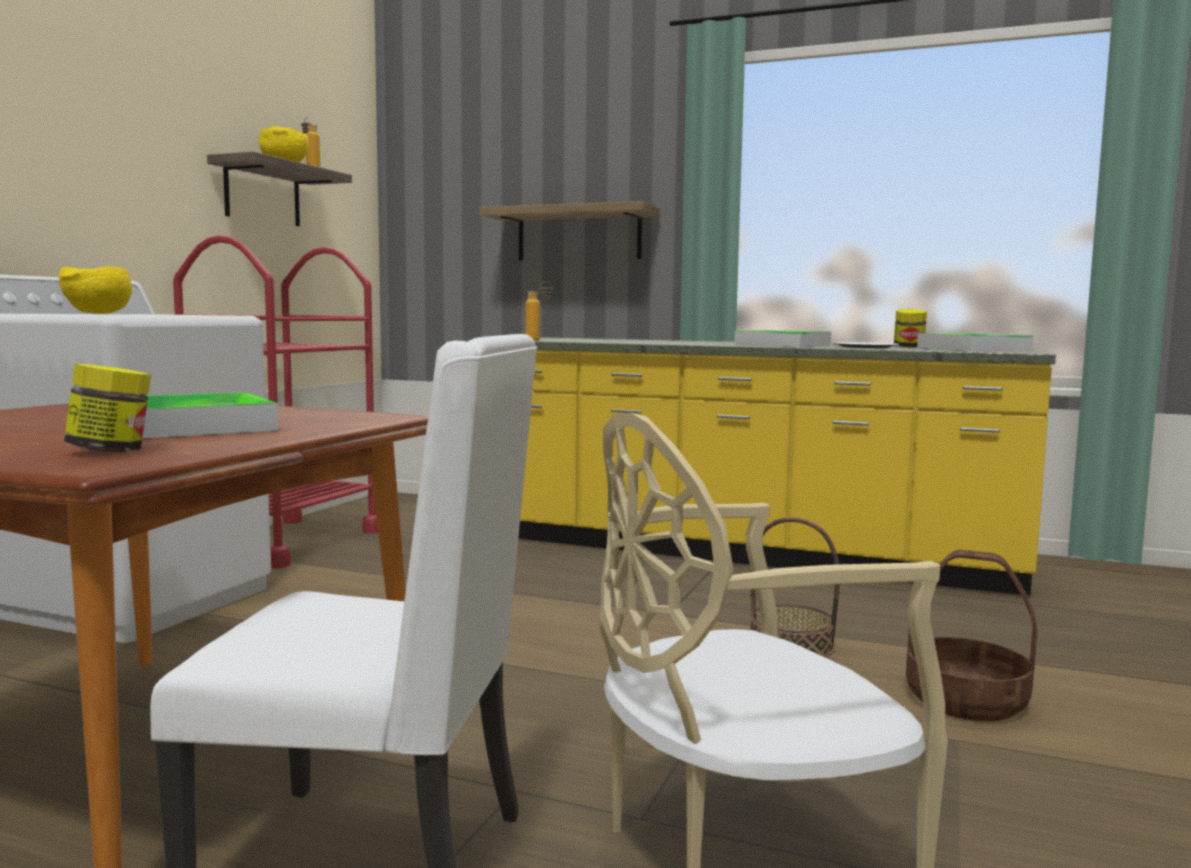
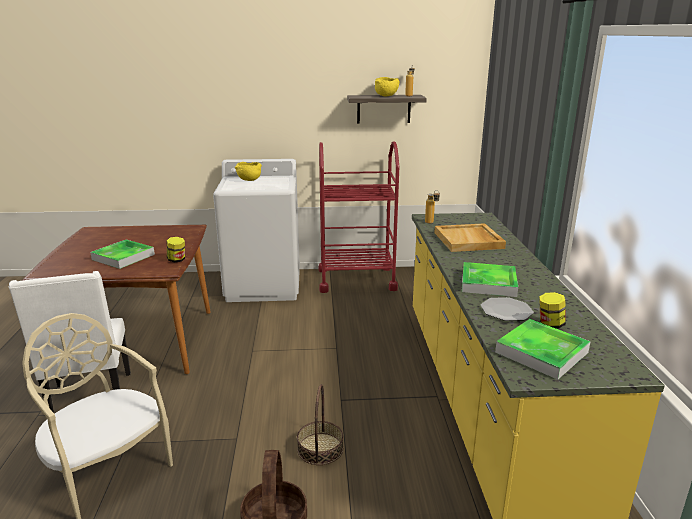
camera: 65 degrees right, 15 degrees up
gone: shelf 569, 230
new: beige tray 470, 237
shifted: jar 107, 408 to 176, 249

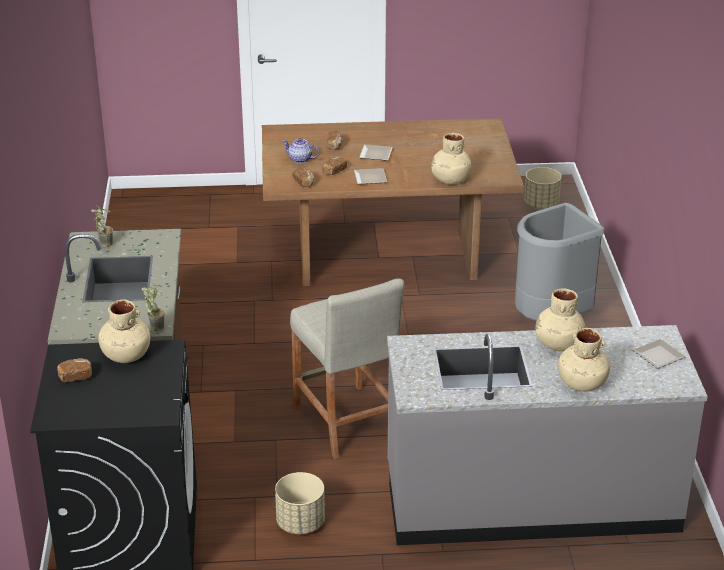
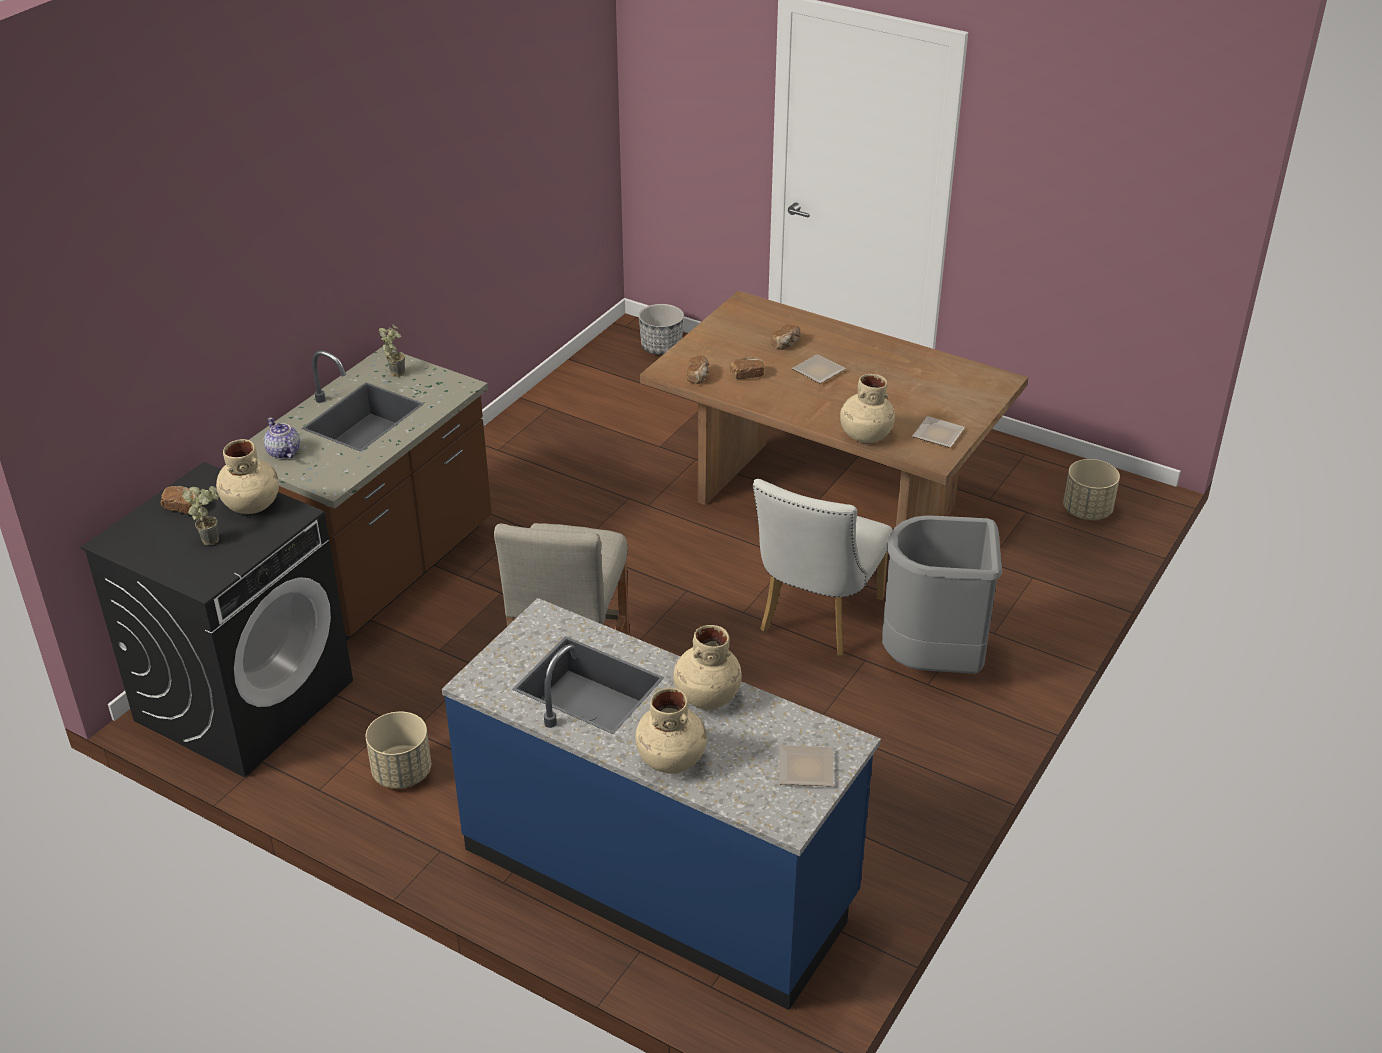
camera: 35 degrees right, 5 degrees up
new: planter 661, 329; white chair 823, 567
shifted: teapot 300, 150 to 282, 438; plate 370, 176 to 938, 432; potted plant 153, 307 to 200, 515
repainted: grey counter 547, 435 to blue counter 661, 804

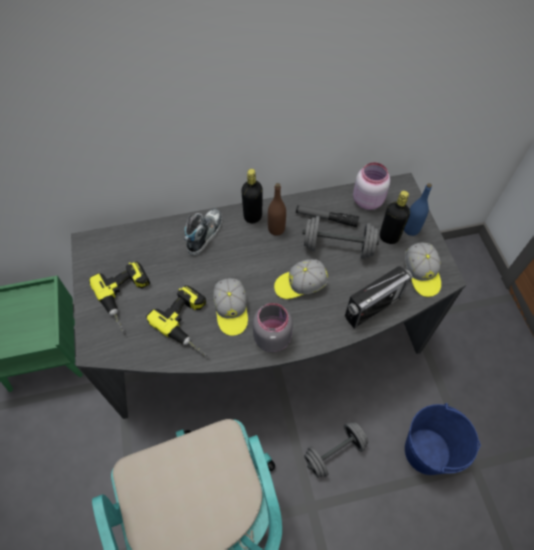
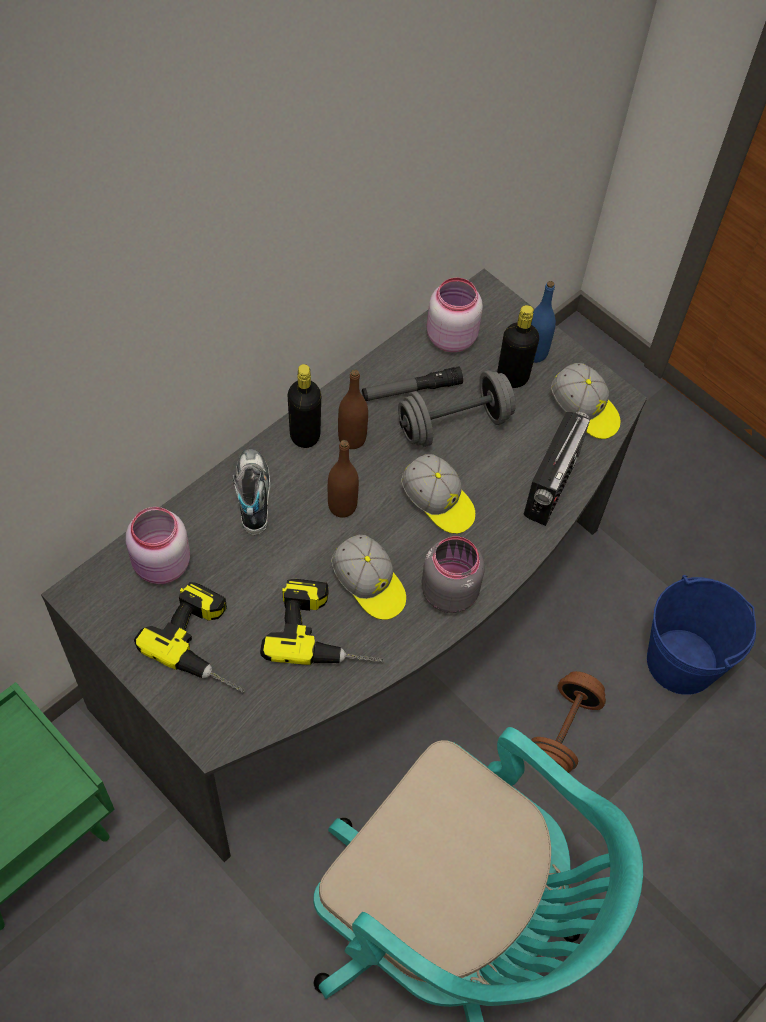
camera: 35 degrees left, 0 degrees up
new: brown bottle 343, 479; pink jar 158, 545
repainted: grey dumbbell 336, 449 to brown dumbbell 568, 722
rotated: cap 301, 279 = 438, 494 90 degrees counterclockwise

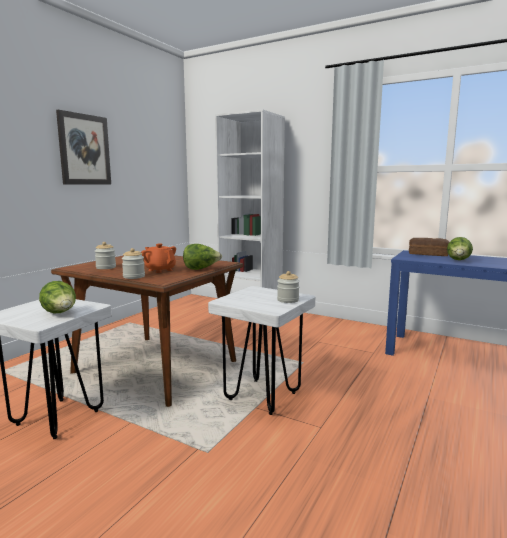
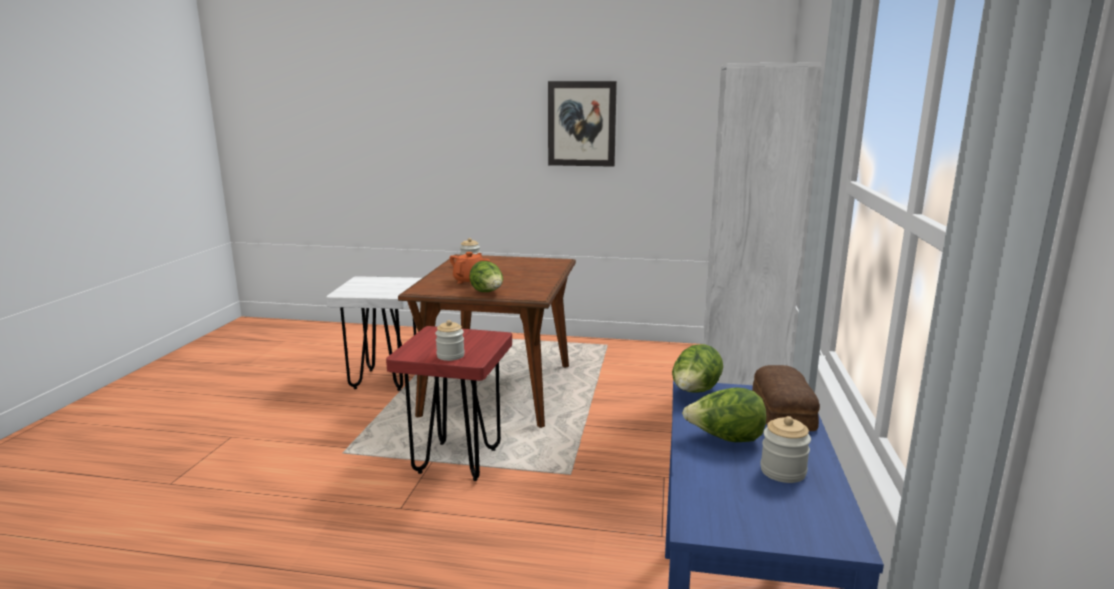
camera: 70 degrees right, 5 degrees up
shifted: jar 133, 263 to 785, 449; lettuce 57, 297 to 697, 368
repainted: white stool 261, 350 to red stool 449, 403

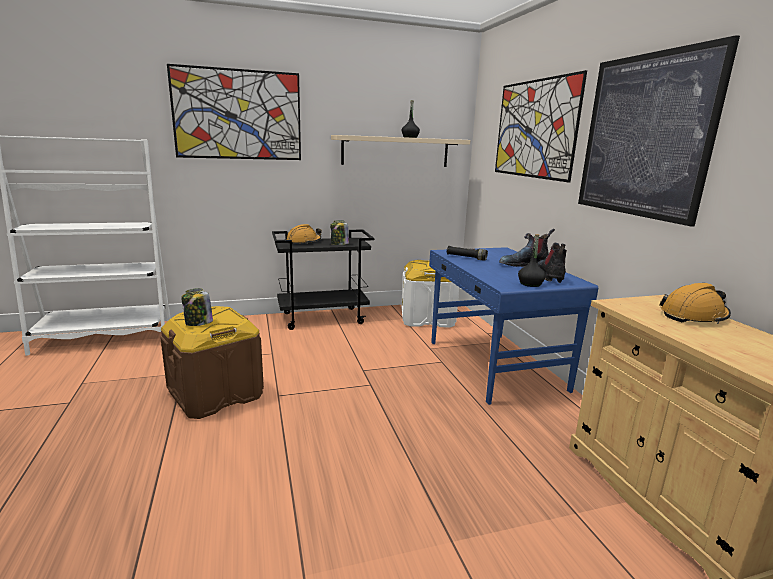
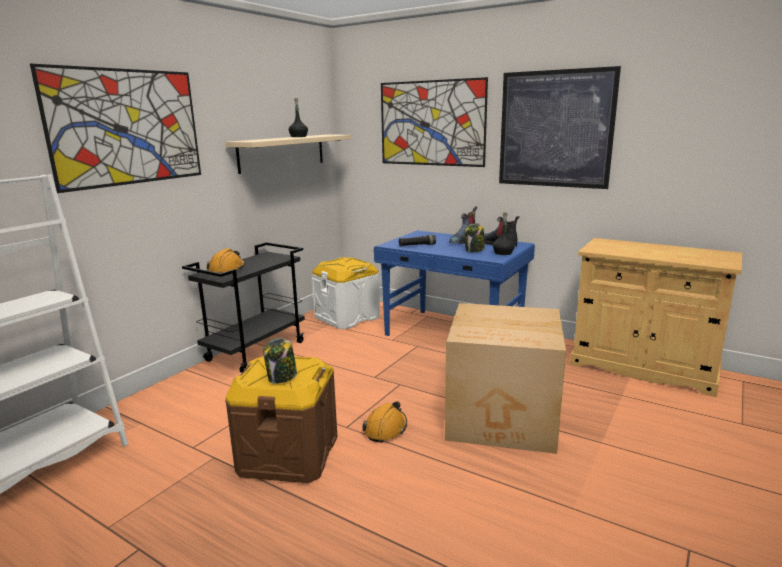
camera: 40 degrees left, 0 degrees up
new: cardboard box 505, 378
shifted: jar 339, 232 to 474, 237; orange hard hat 695, 303 to 384, 422

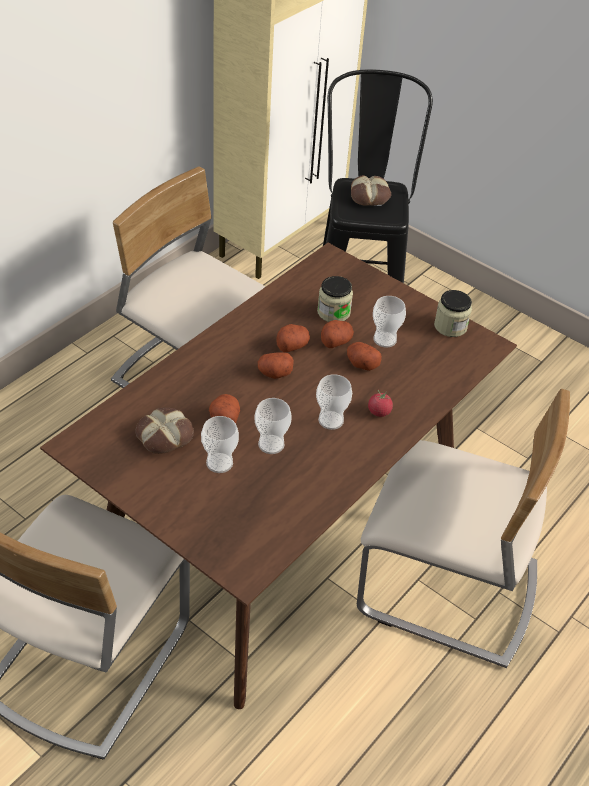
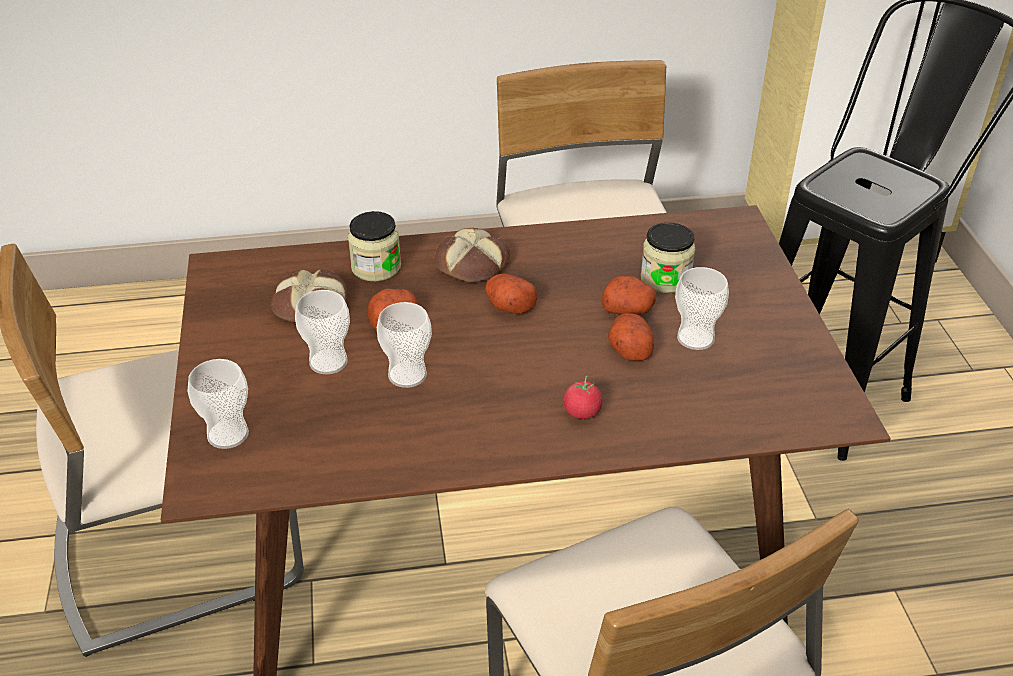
camera: 45 degrees right, 5 degrees down
gone: potato 293, 338
shifted: bread 371, 190 to 472, 255; jar 453, 313 to 374, 246; cup 334, 402 to 218, 404

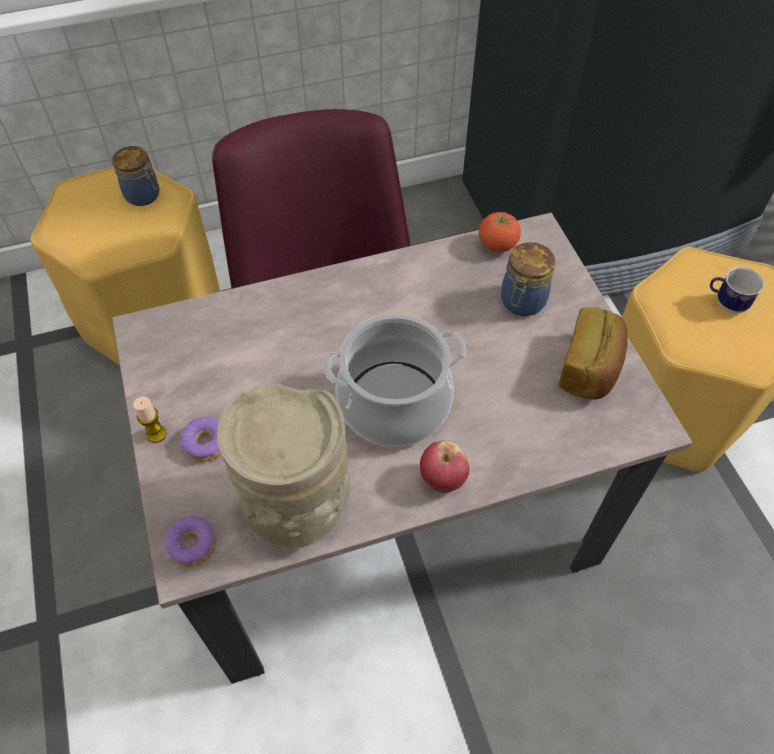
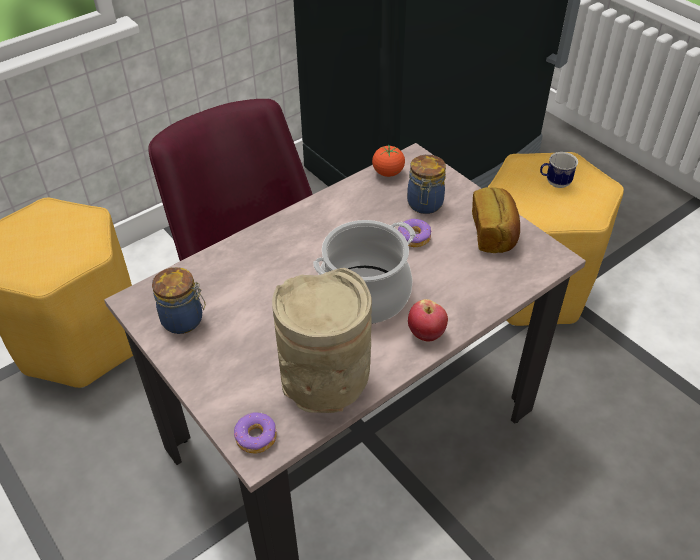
camera: 20 degrees left, 10 degrees down
gone: candle 150, 420
shifted: jar 136, 176 to 179, 300; donut 200, 439 to 415, 233

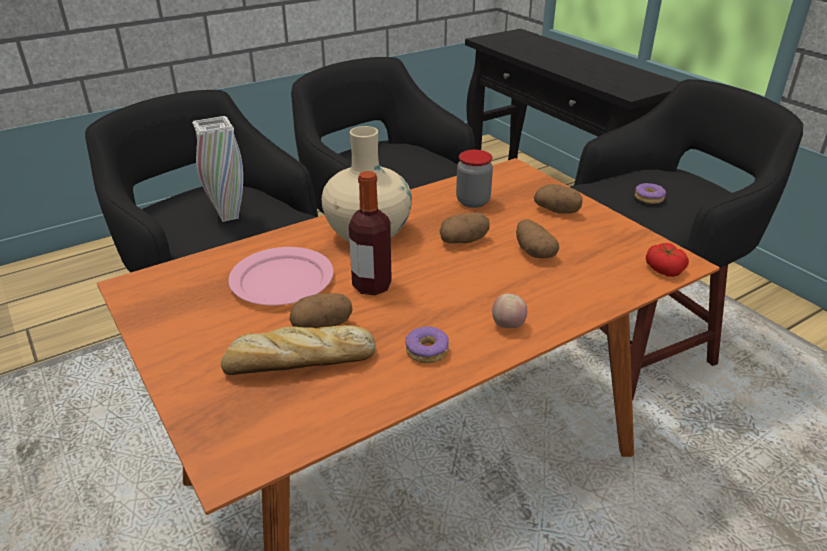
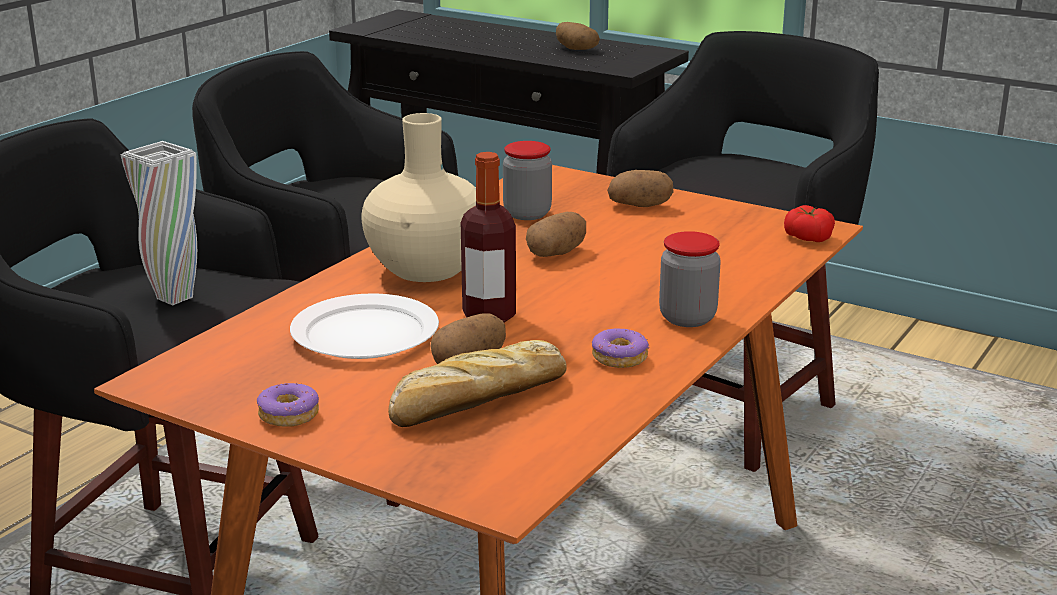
camera: 25 degrees left, 10 degrees down
shifted: donut 650, 193 to 288, 404; potato 537, 239 to 578, 36
swapped: apple 509, 310 to jar 690, 279
repainted: pink plate 281, 276 to white plate 364, 326

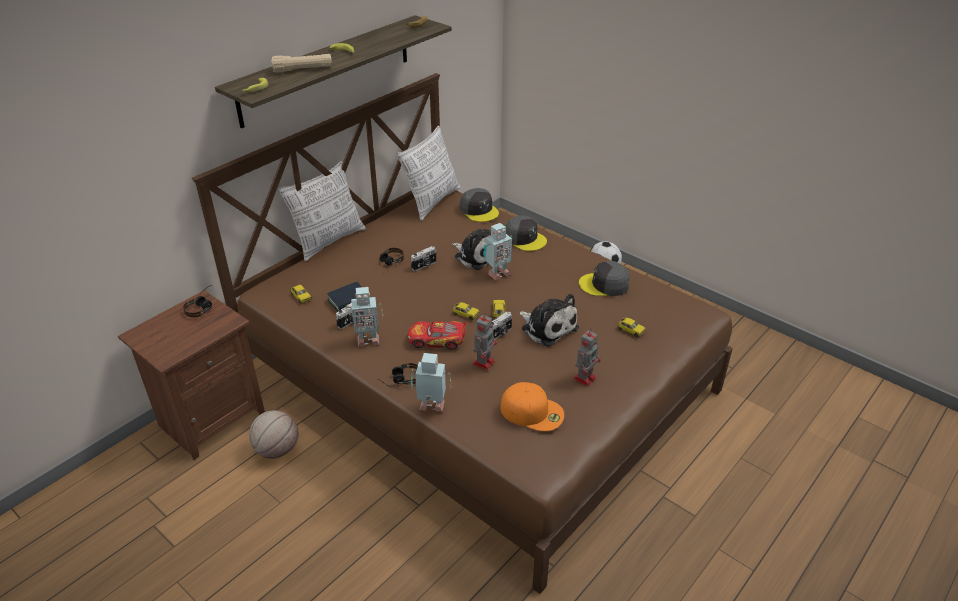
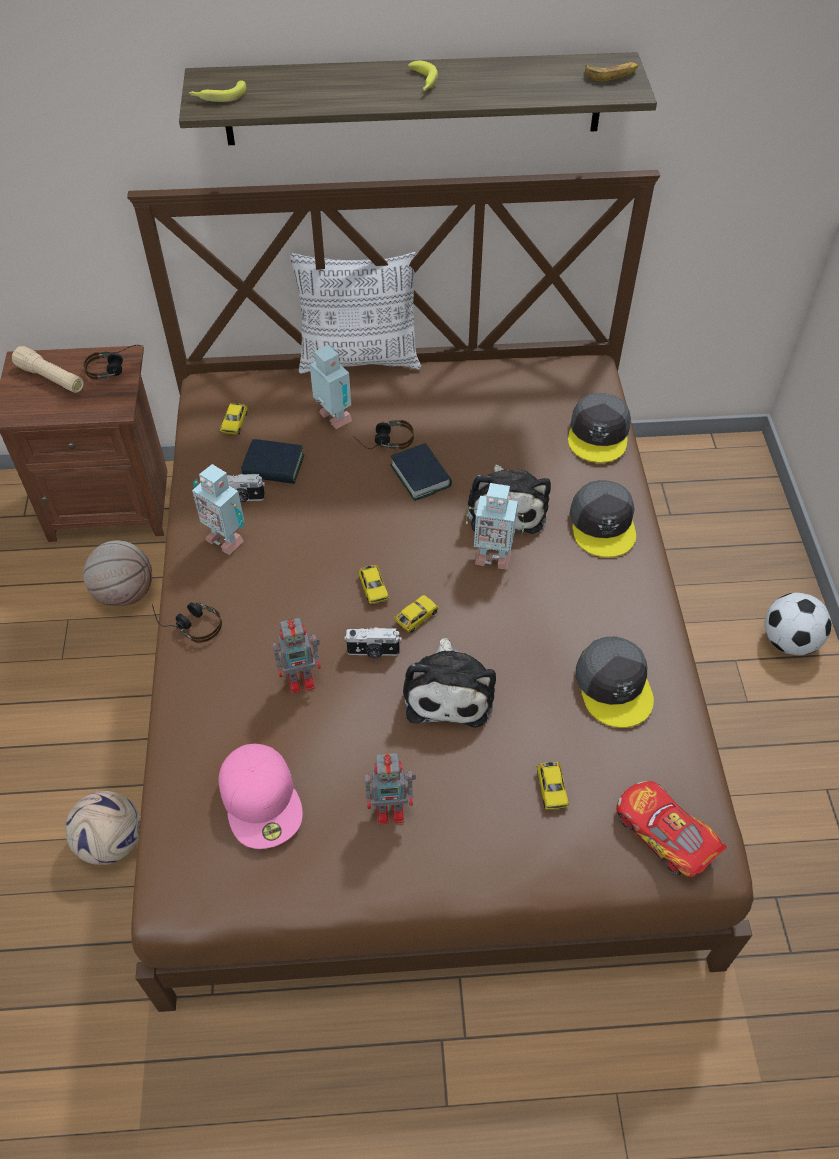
camera: 45 degrees right, 15 degrees up
gone: pillow 429, 173
new: football 102, 828
shifted: beige flashlight 301, 63 to 48, 369; toy car 437, 335 to 672, 829; toy robot 431, 382 to 331, 387
swapped: photo camera 423, 258 to book 421, 472
repainted: orange cap 532, 407 to pink cap 260, 796
rotated: grey cap 604, 278 = 614, 682 150 degrees counterclockwise

